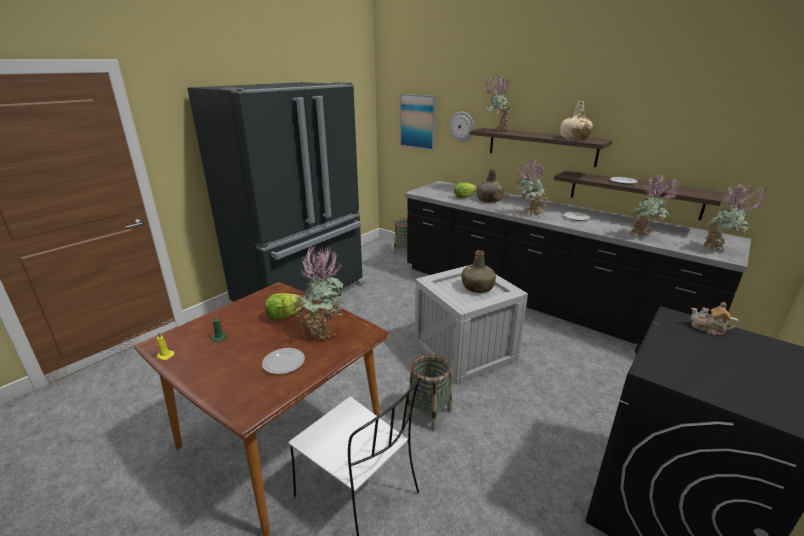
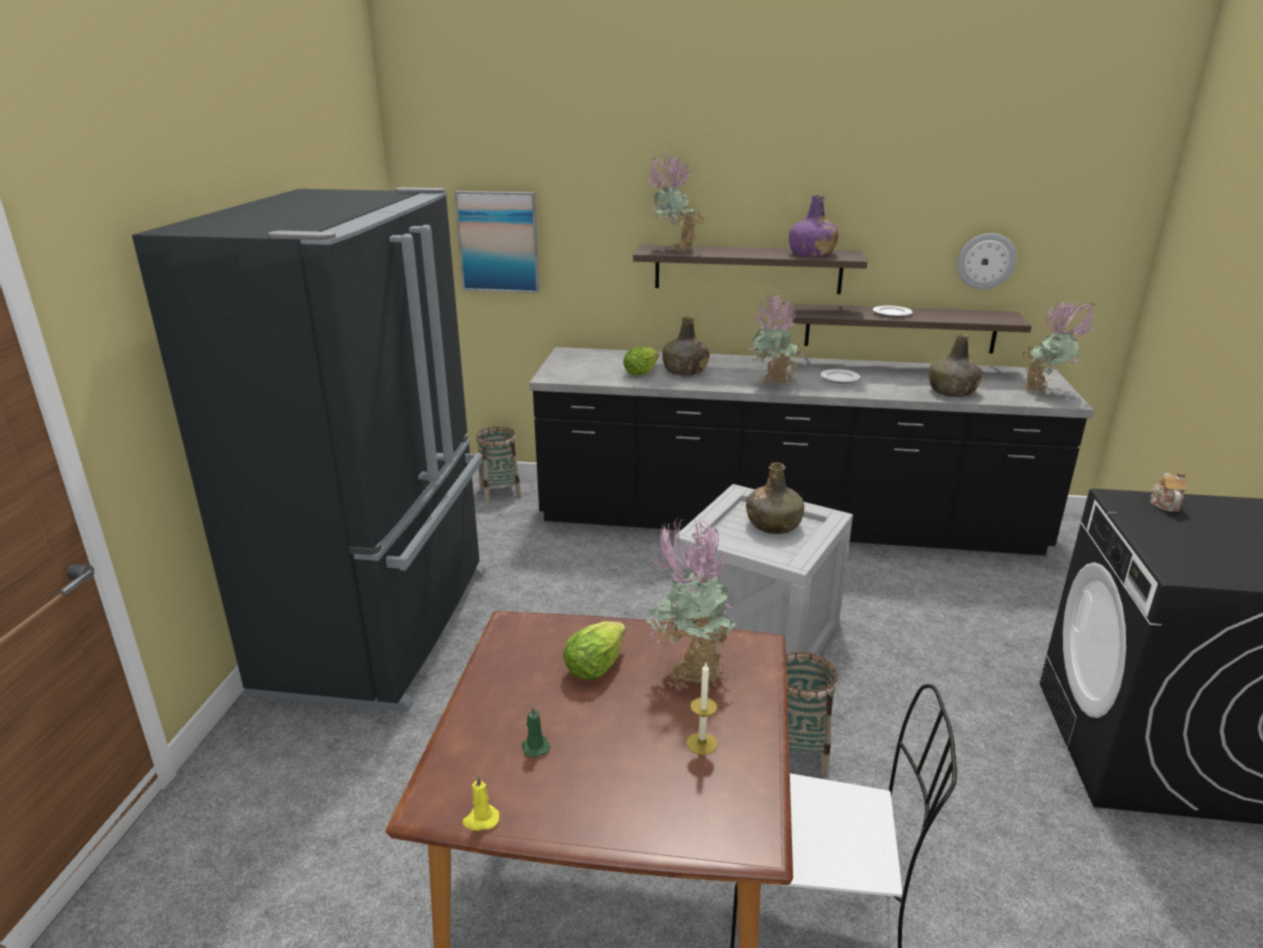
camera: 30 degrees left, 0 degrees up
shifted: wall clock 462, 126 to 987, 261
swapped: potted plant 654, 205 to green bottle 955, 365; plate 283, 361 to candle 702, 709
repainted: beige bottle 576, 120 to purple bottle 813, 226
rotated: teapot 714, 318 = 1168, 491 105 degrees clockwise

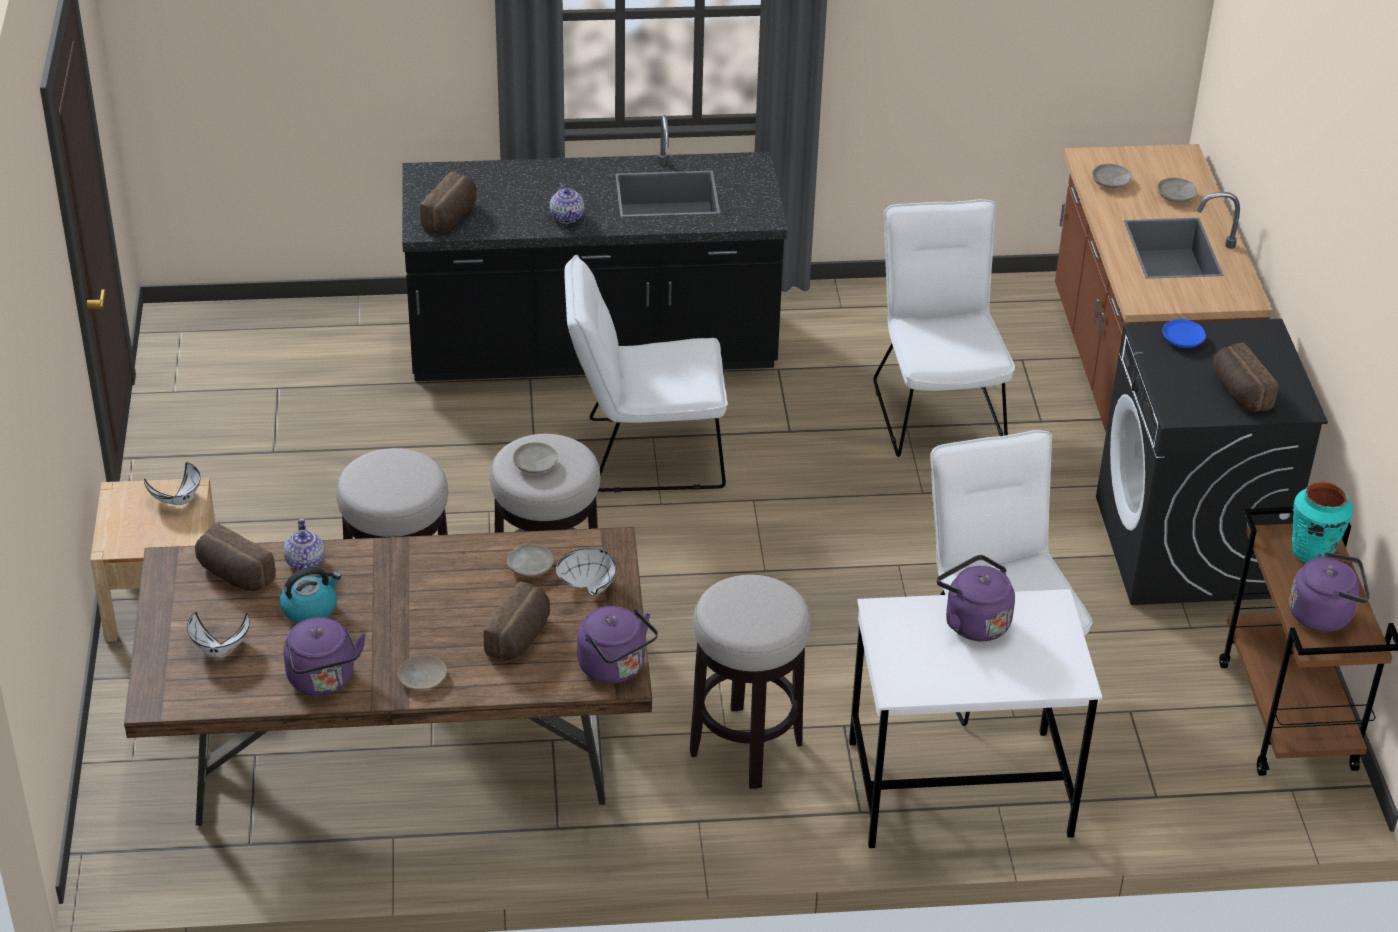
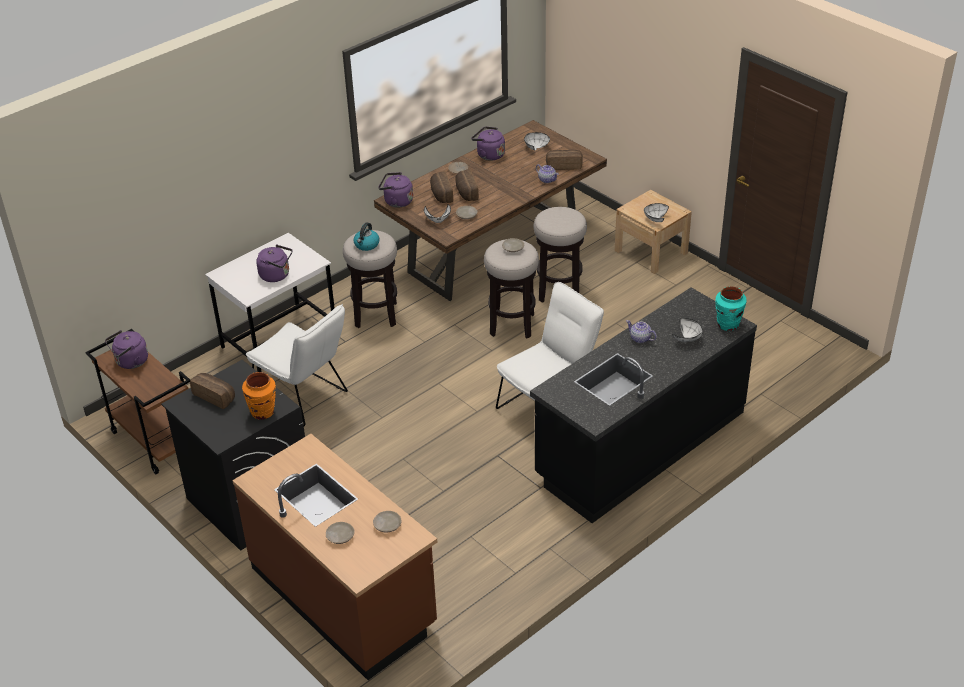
camera: 145 degrees right, 0 degrees up
gone: white chair 944, 328
new: white bowl 687, 330
shifted: bread 448, 201 to 467, 185; turquoise vase 1322, 522 to 731, 308; kettle 310, 595 to 367, 236
swapped: blue plate 1184, 333 to orange vase 259, 396

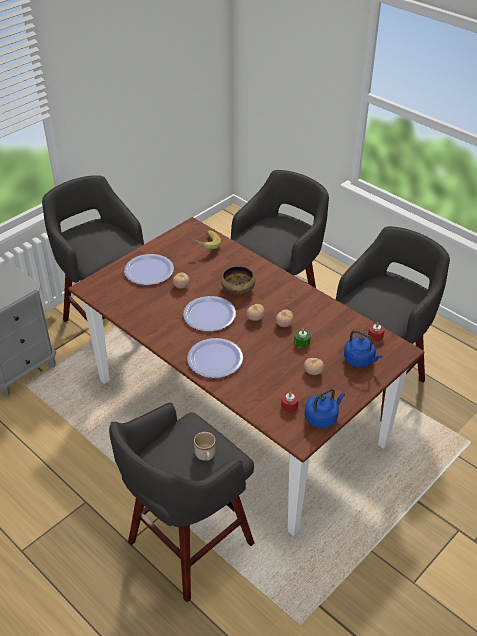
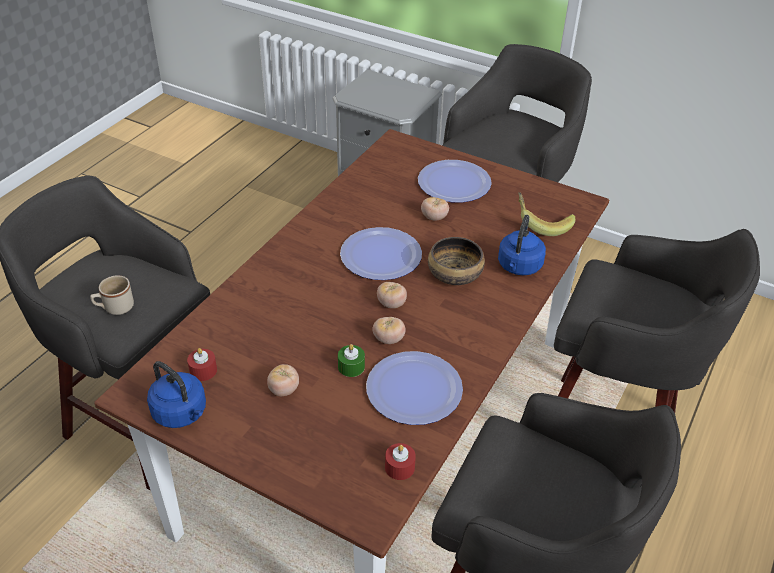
camera: 75 degrees right, 0 degrees up
shifted: blue kettle 363, 348 to 522, 245; plate 215, 358 to 414, 388

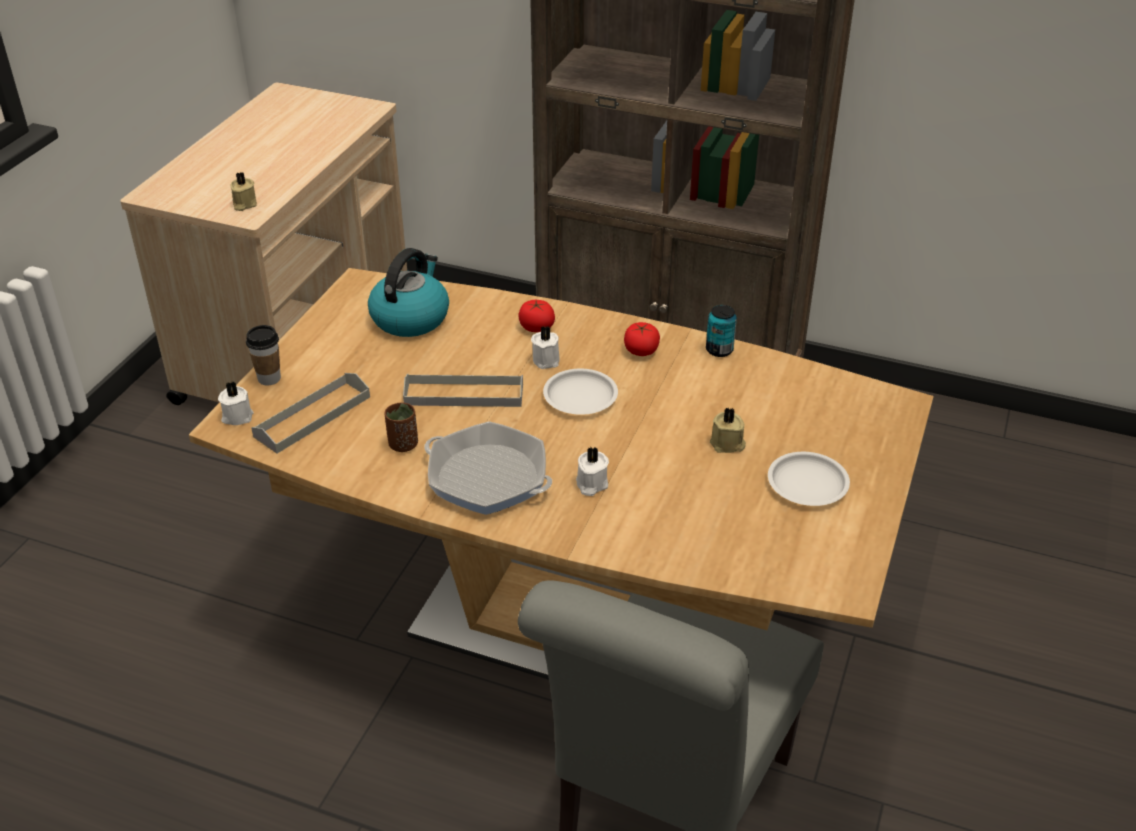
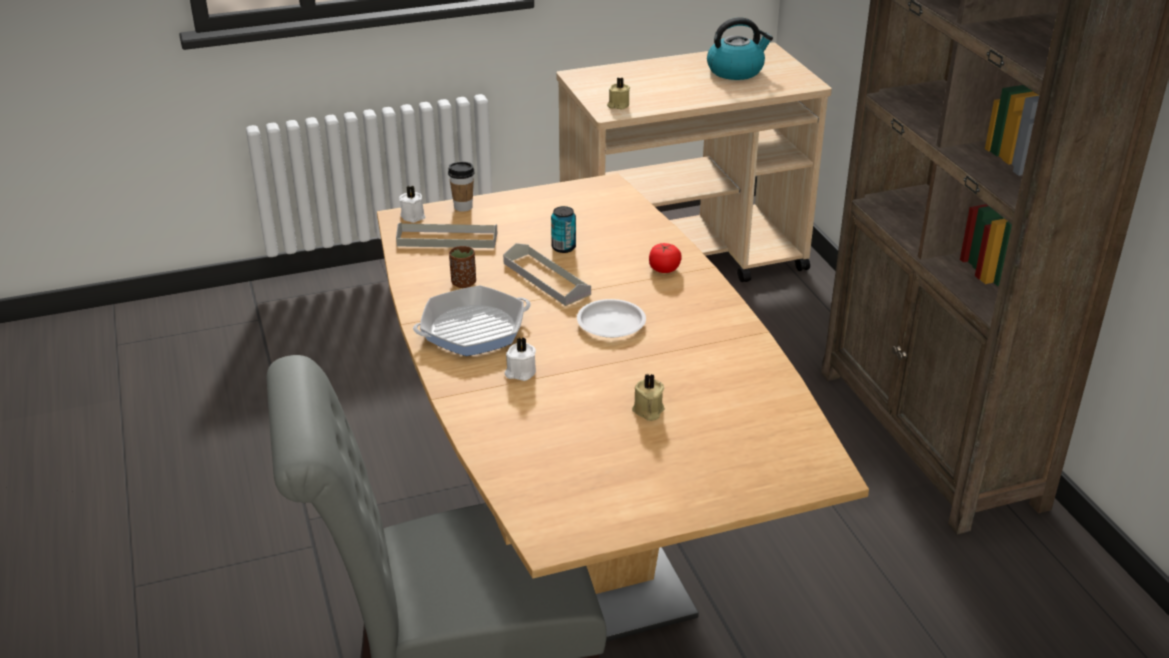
camera: 50 degrees right, 5 degrees down
gone: tomato 642, 339; white candle 545, 347; white plate 809, 479
shifted: kettle 408, 292 to 740, 48; can 721, 331 to 563, 229
rotated: frying pan 488, 468 = 472, 320 105 degrees counterclockwise

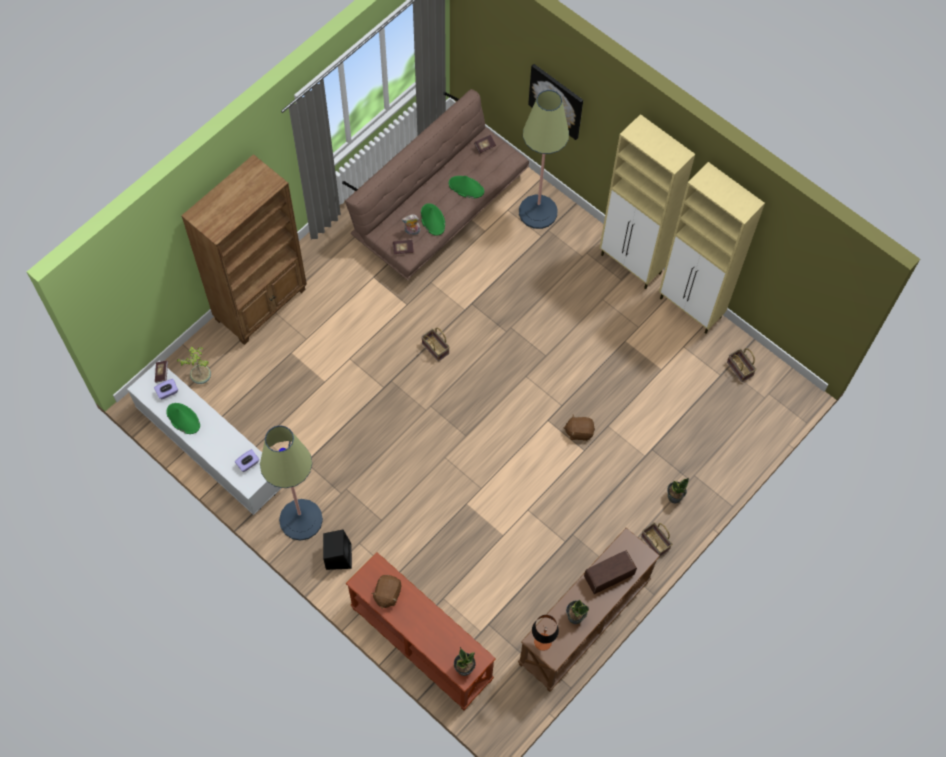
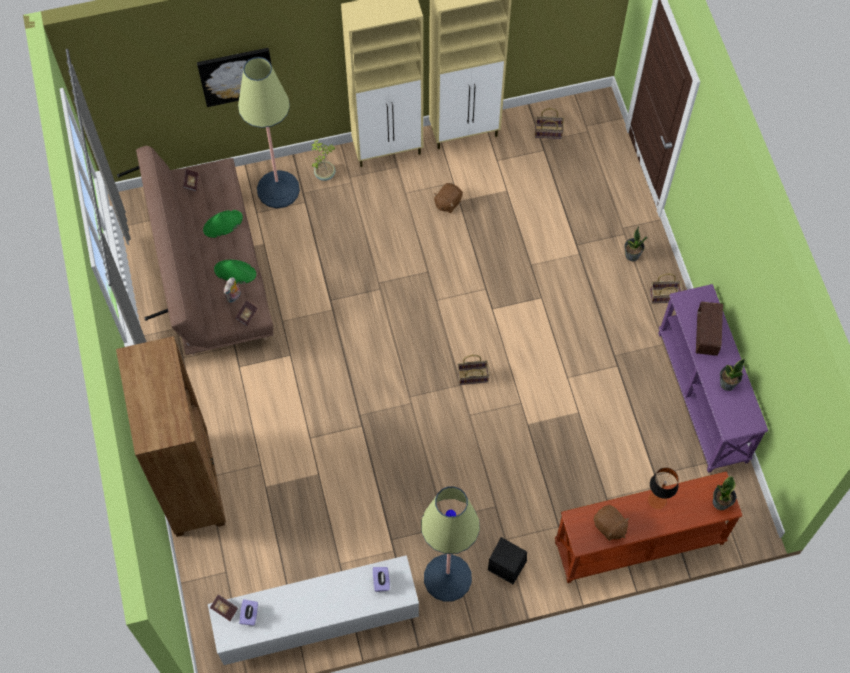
camera: 55 degrees left, 0 degrees up
gone: green hat 183, 418
shifted: basket 435, 345 to 473, 370; potted plant 194, 365 to 323, 160; brown plush toy 579, 428 to 448, 198; table lamp 545, 633 to 663, 488
repainted: brown console table 589, 610 to purple console table 713, 378

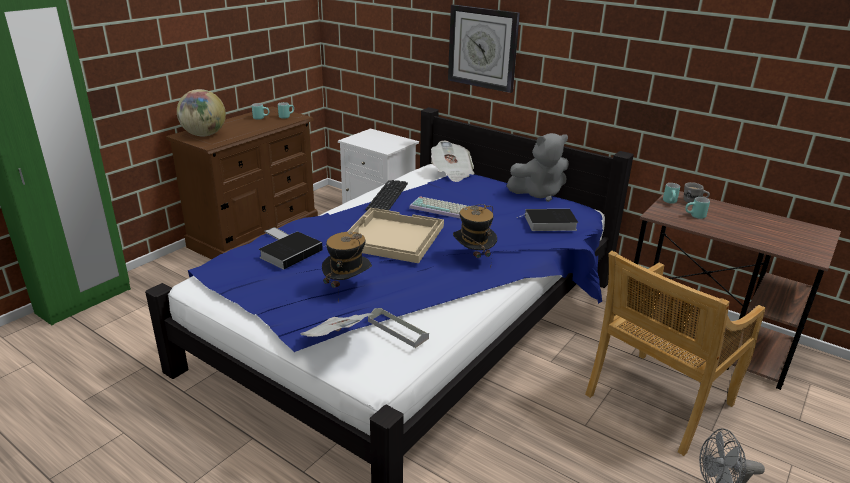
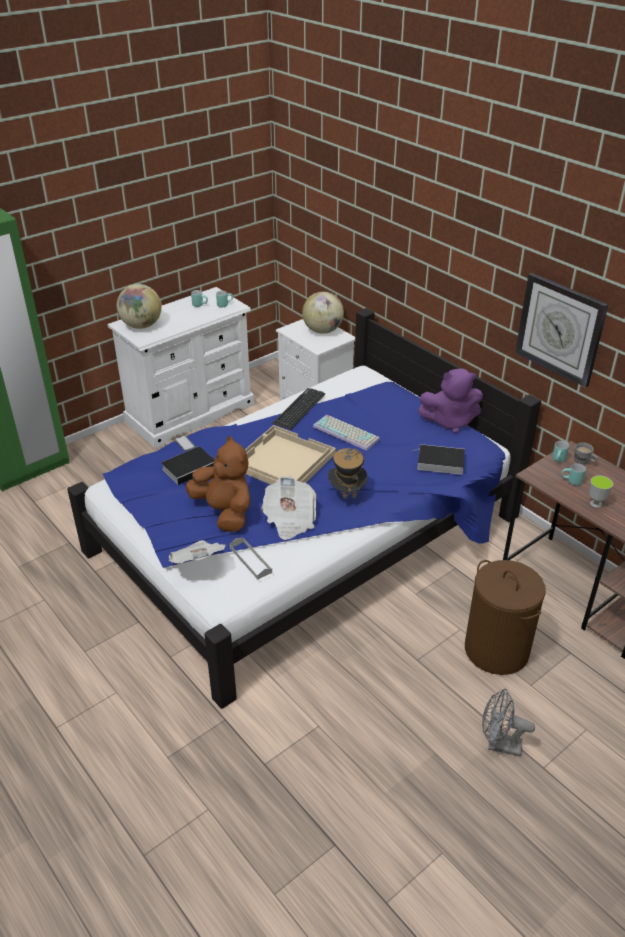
camera: 15 degrees right, 10 degrees up
new: globe 323, 312; cup 601, 491
shifted: wall clock 484, 48 to 561, 330; newspaper 453, 161 to 289, 508
swapped: hat 347, 266 to brown plush toy 217, 484; beige chair 675, 353 to brown laundry basket 505, 617
repainted: brown dresser 242, 183 to white dresser 181, 367; grey plush toy 538, 167 to purple plush toy 450, 400

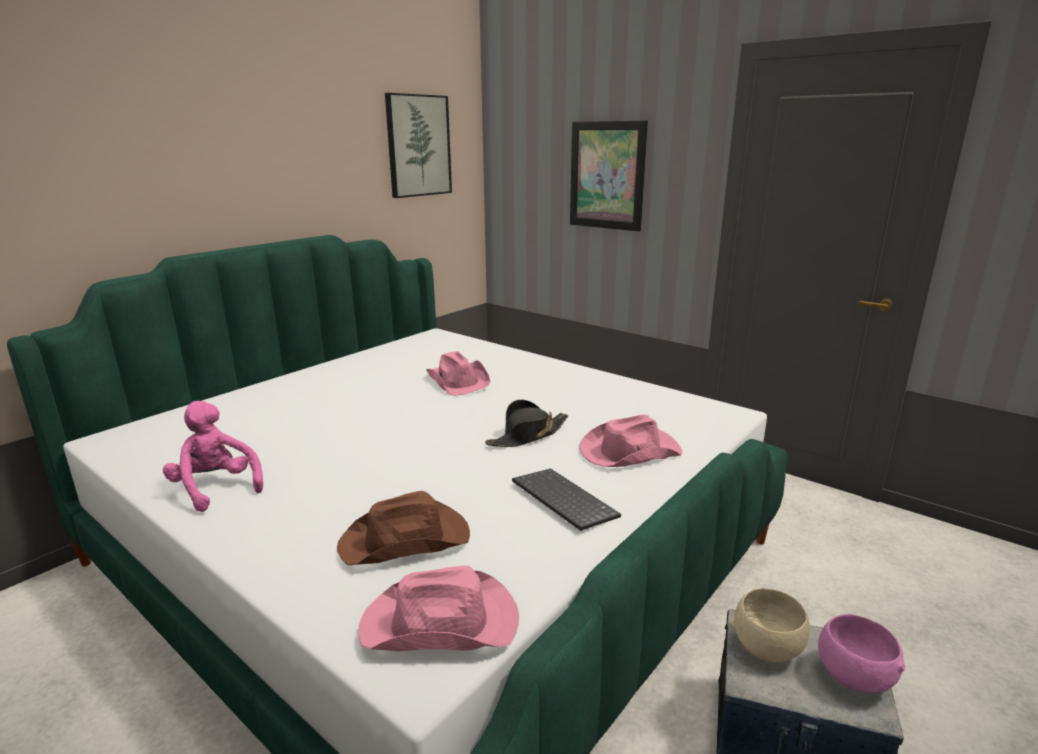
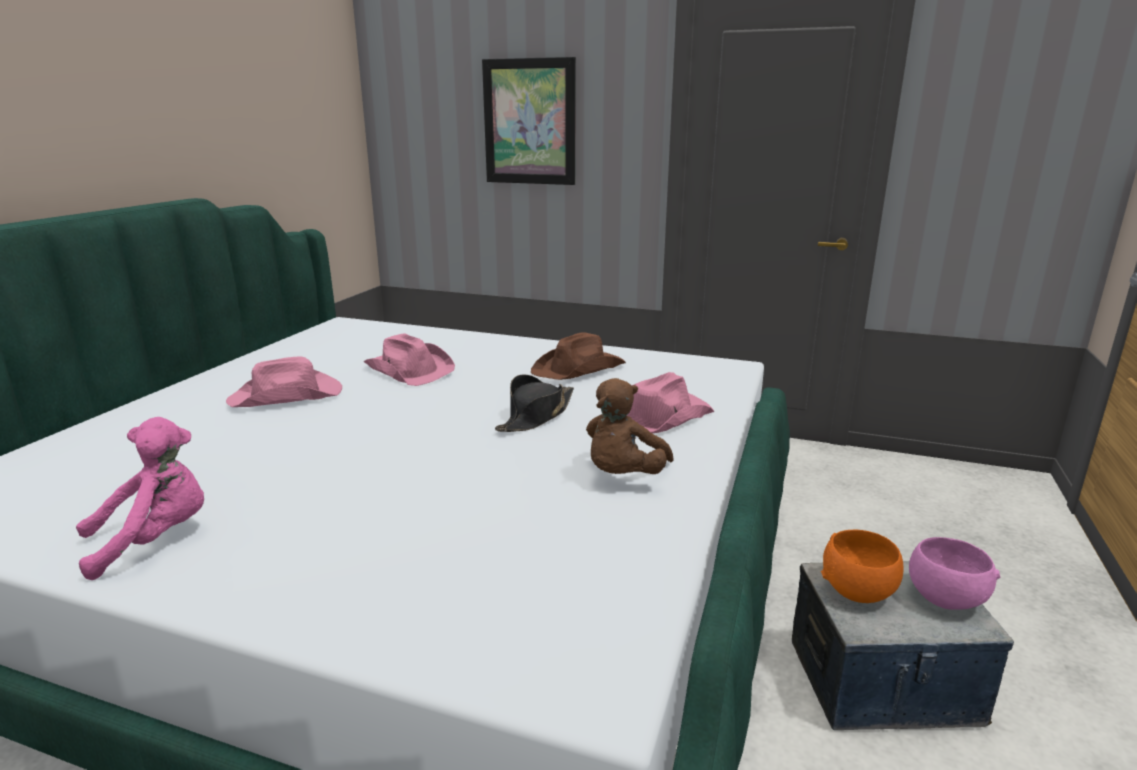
camera: 20 degrees left, 0 degrees up
gone: picture 418, 145
shifted: brown hat 403, 528 to 578, 356; pink hat 439, 608 to 284, 382
swapped: keyboard 566, 499 to brown plush toy 630, 426
repainted: beige bowl 771, 625 to orange bowl 862, 566
rotated: pink plush toy 213, 456 = 140, 498 120 degrees clockwise

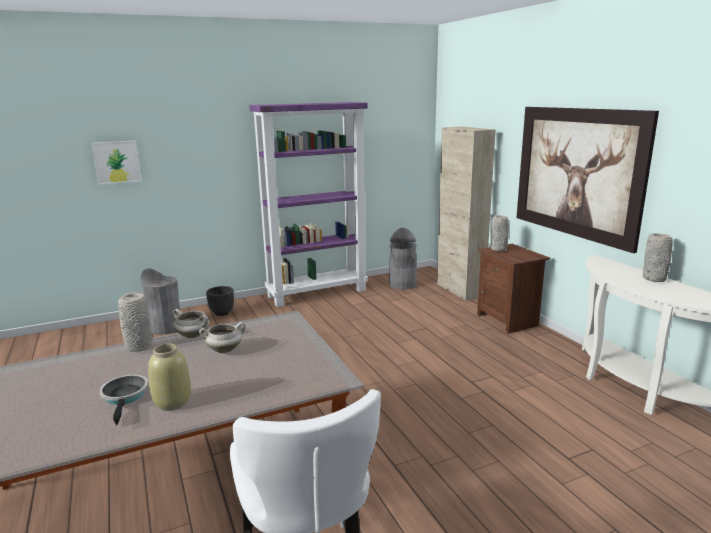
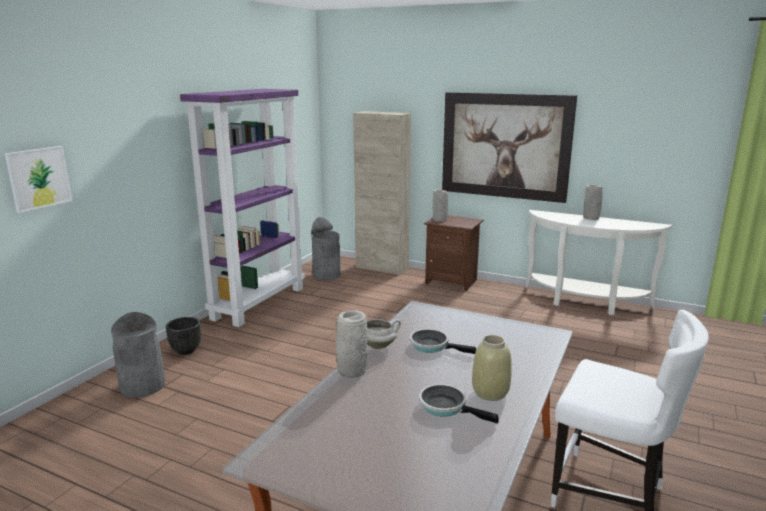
camera: 40 degrees left, 0 degrees up
swapped: white cooking pot 222, 337 to frying pan 443, 341

